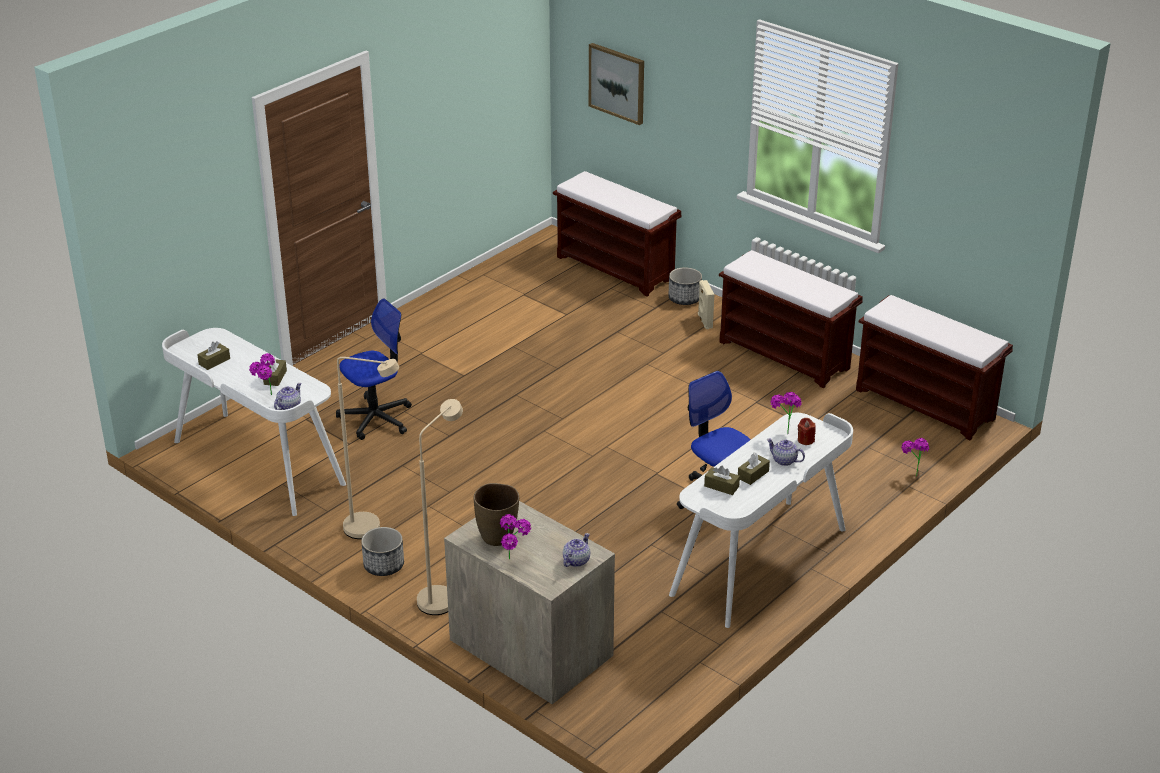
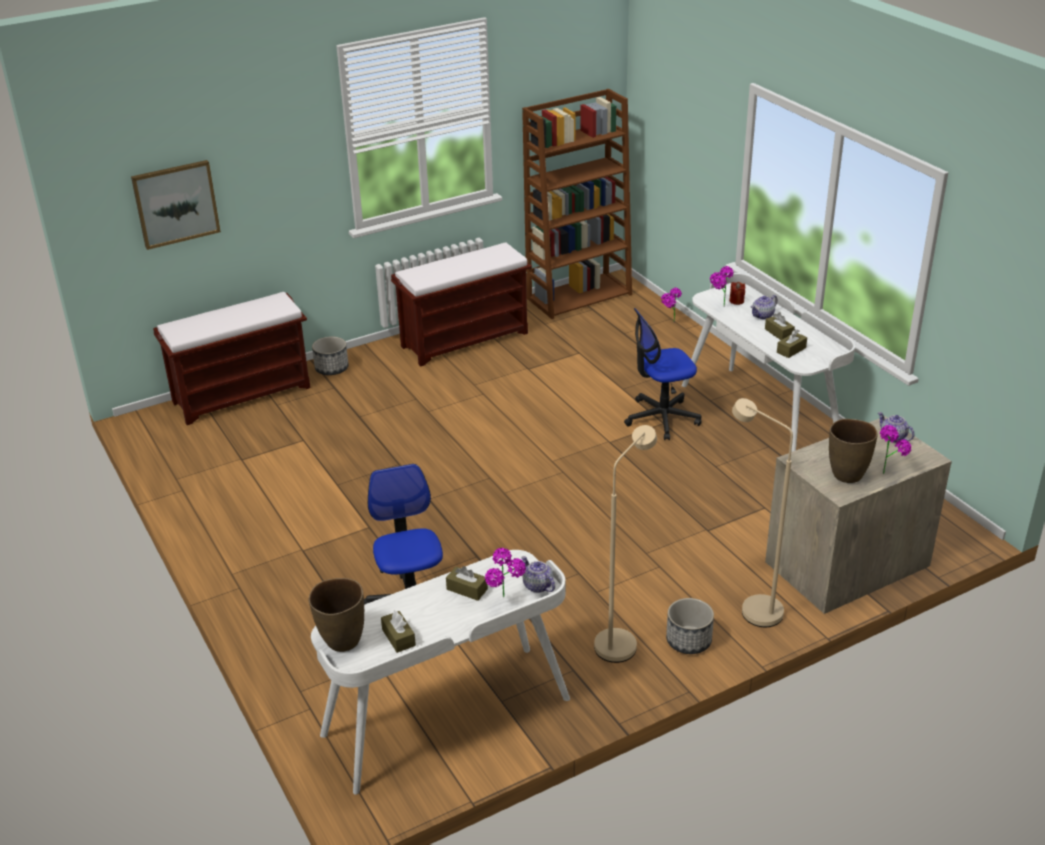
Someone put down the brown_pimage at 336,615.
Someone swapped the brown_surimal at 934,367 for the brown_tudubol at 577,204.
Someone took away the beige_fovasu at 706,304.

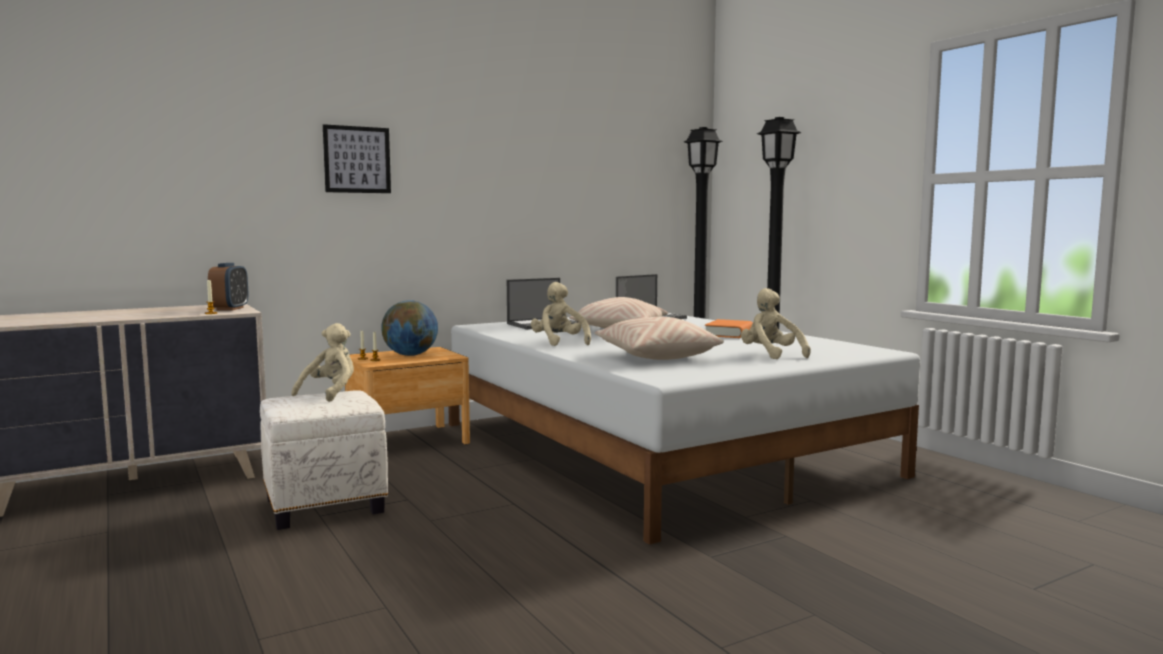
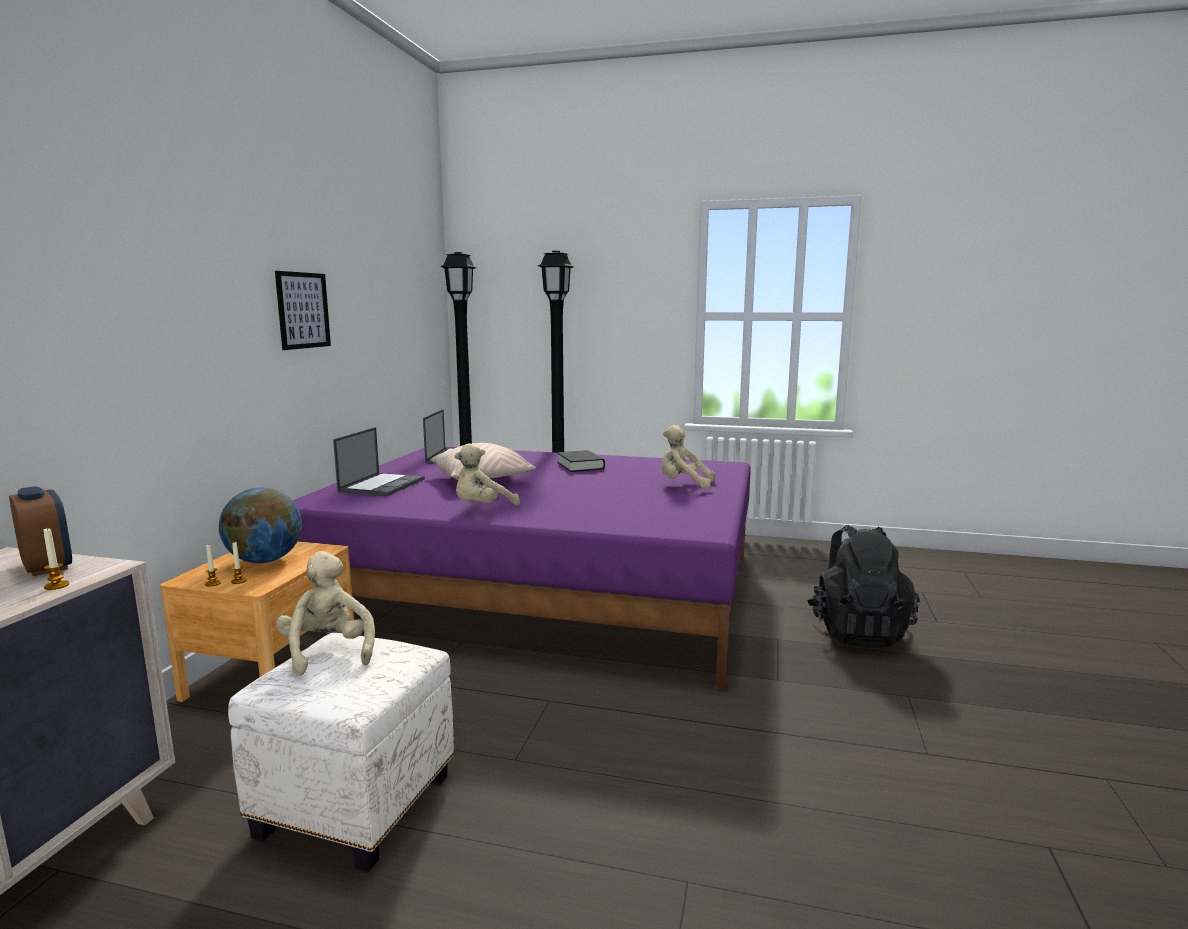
Someone carried the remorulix from 357,158 to 303,310.
Someone repainted the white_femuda at 684,429, which became the purple_femuda at 522,568.
Someone rotated the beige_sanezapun at 561,314 by 60 degrees counterclockwise.
Someone repainted the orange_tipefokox at 729,328, which became the black_tipefokox at 581,461.
Someone put down the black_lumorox at 863,586.
Someone took away the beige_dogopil at 659,338.

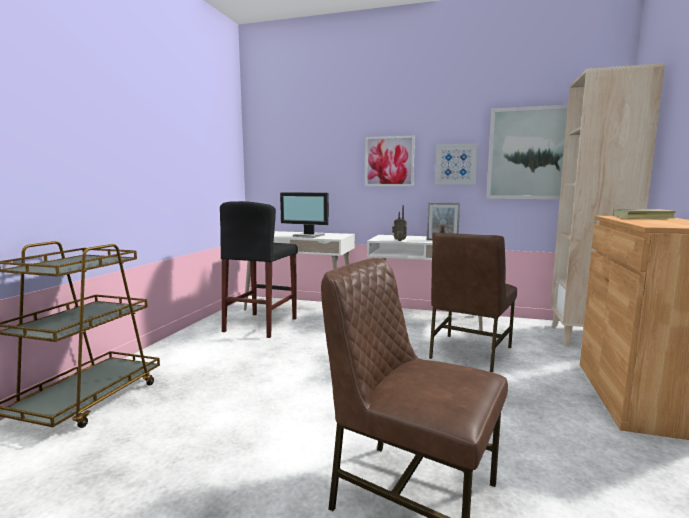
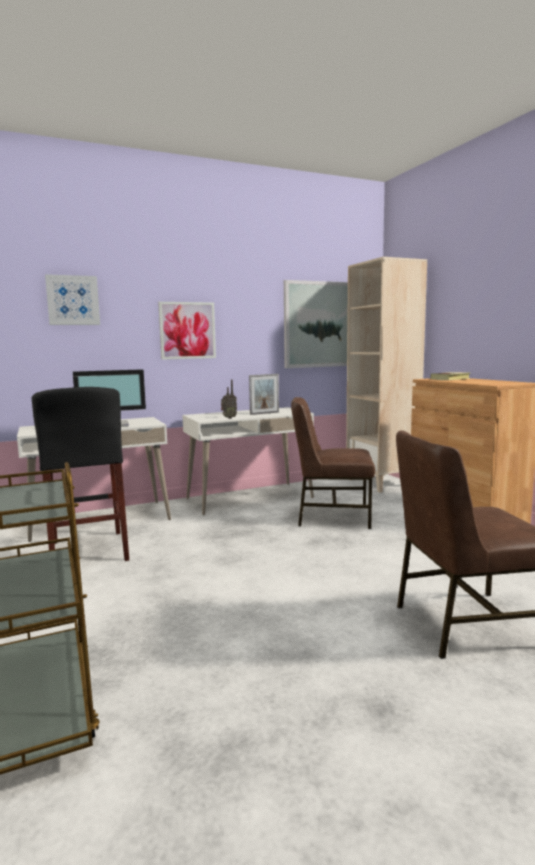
Someone carried the remorulix from 456,164 to 72,299.
Someone rotated the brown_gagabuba at 473,302 by 105 degrees clockwise.

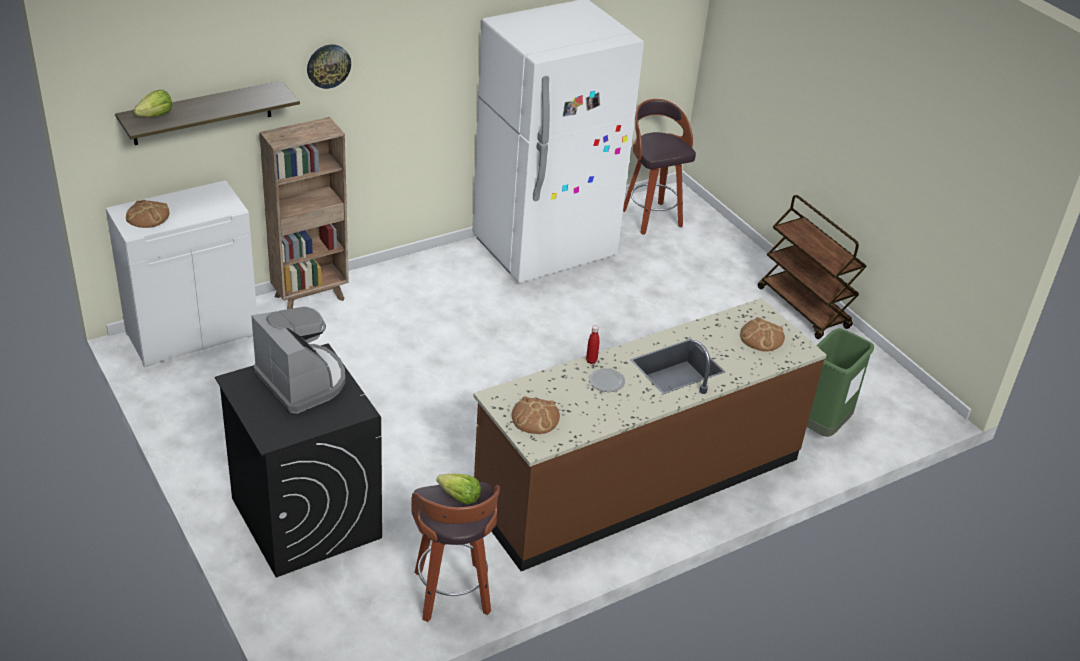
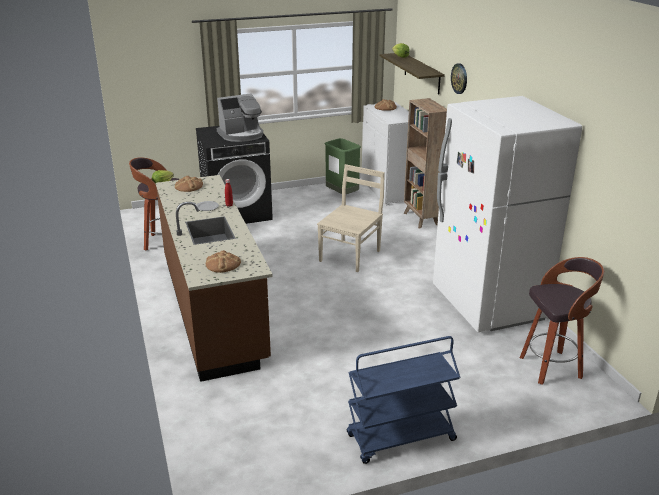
Someone put down the beige_gagabuba at 351,218.
Someone carried the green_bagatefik from 840,382 to 343,166.
Someone repainted the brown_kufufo at 812,267, which became the blue_kufufo at 403,400.

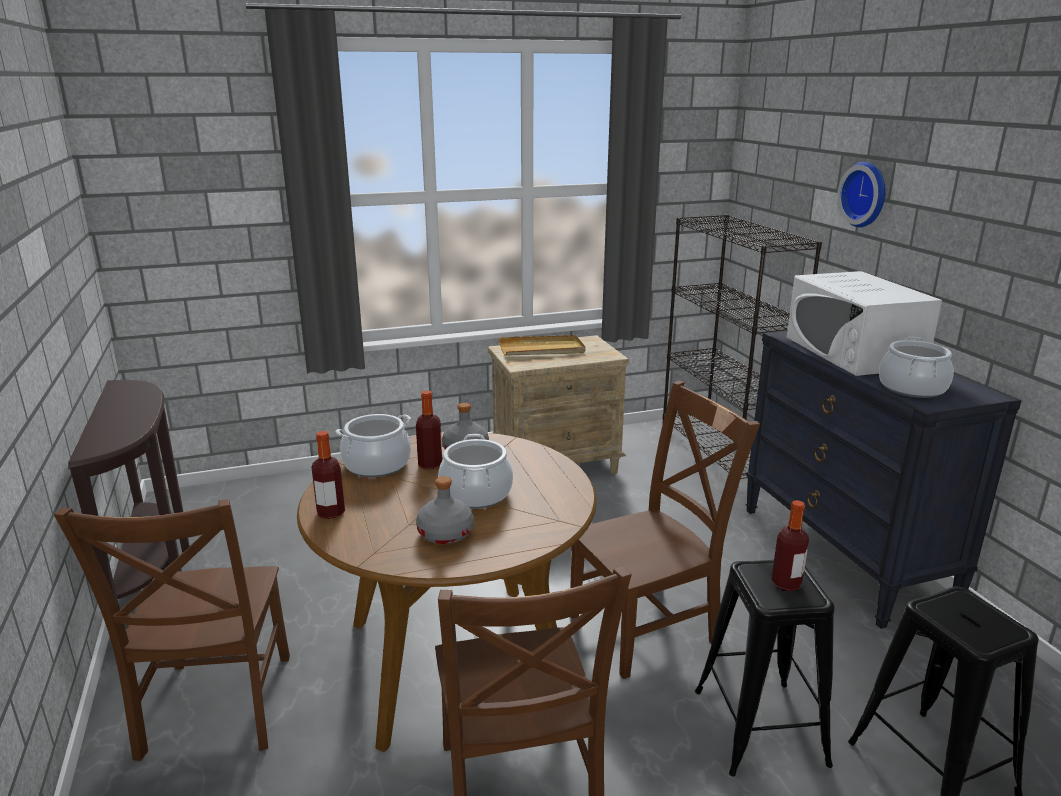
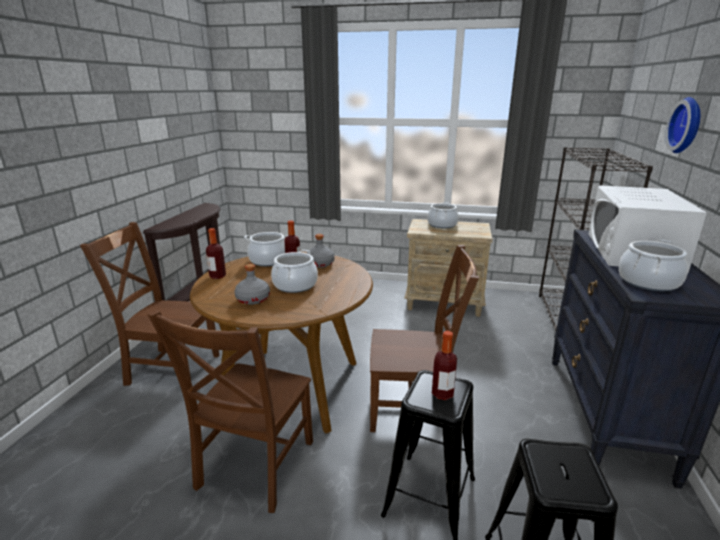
Someone rotated the brown_gagabuba at 171,630 by 75 degrees clockwise.
Someone swapped the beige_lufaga at 542,345 for the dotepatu at 443,215.

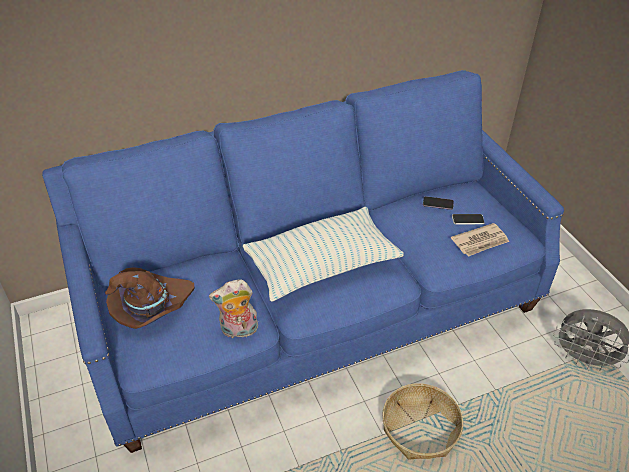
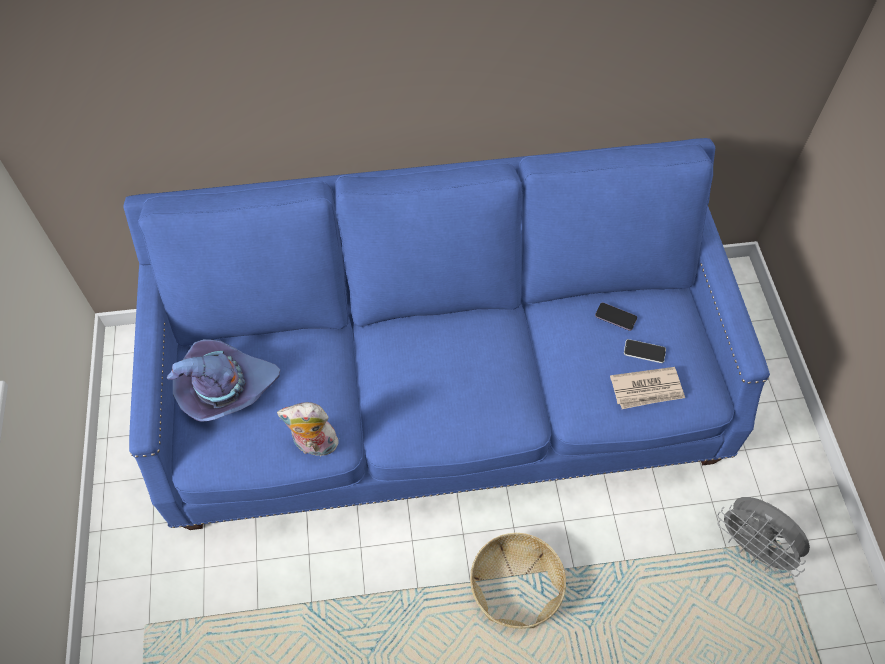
Someone repainted the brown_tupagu at 149,298, which became the purple_tupagu at 223,380.
Someone took away the dogopil at 323,254.

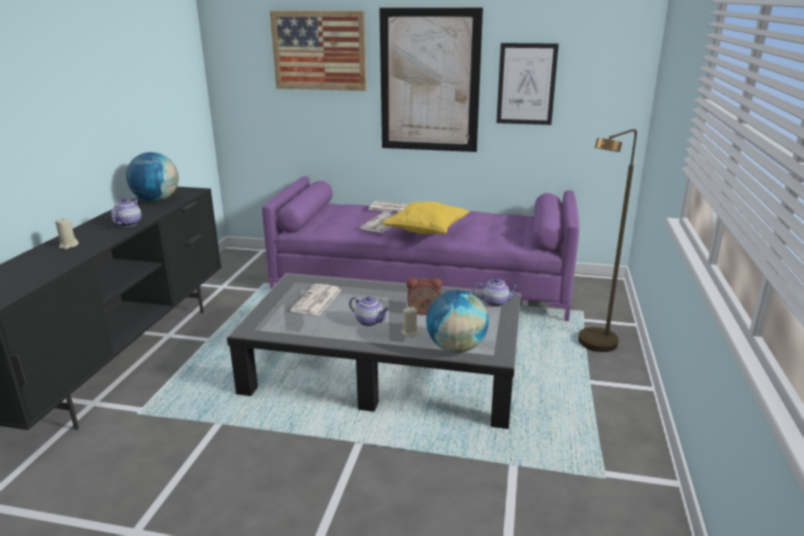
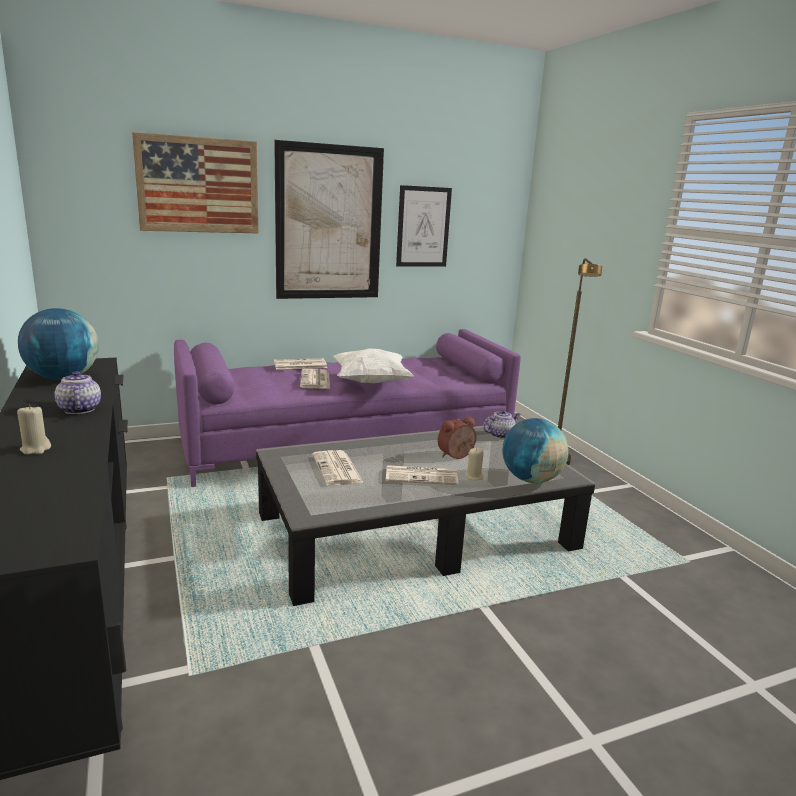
Someone repainted the yellow_dogopil at 425,217, which became the white_dogopil at 373,365.
Someone swapped the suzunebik at 369,311 for the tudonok at 422,475.

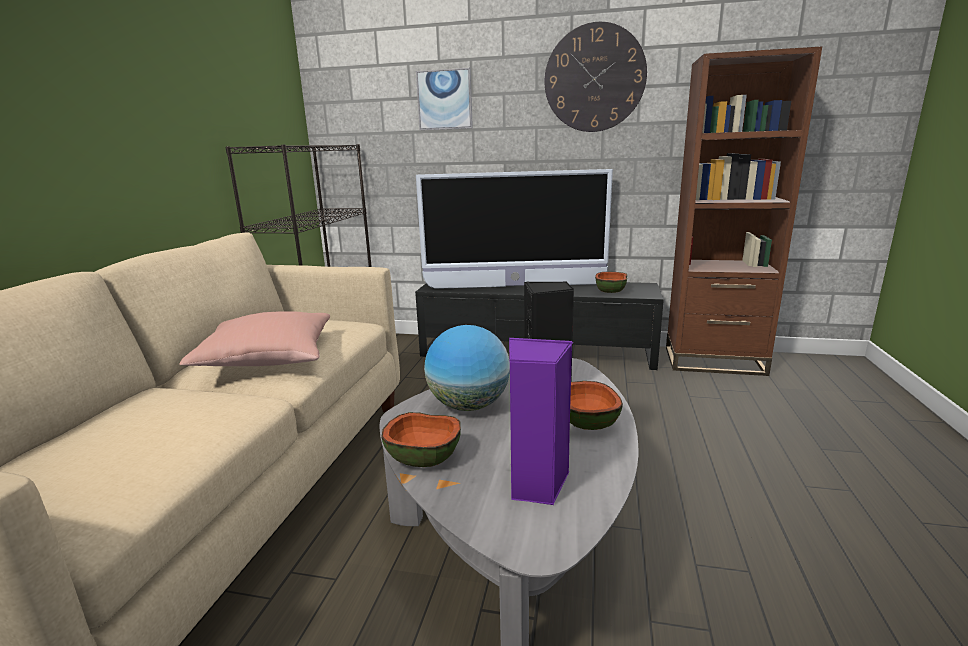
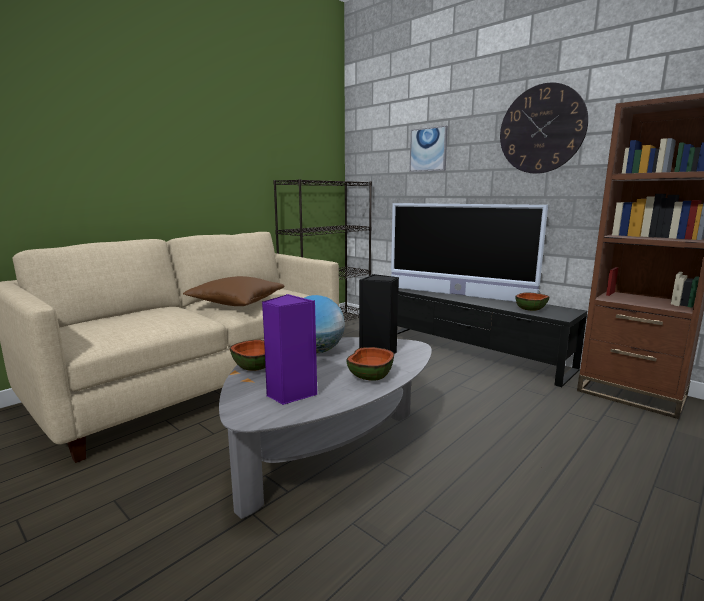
Someone repainted the pink_dogopil at 254,338, which became the brown_dogopil at 234,291.

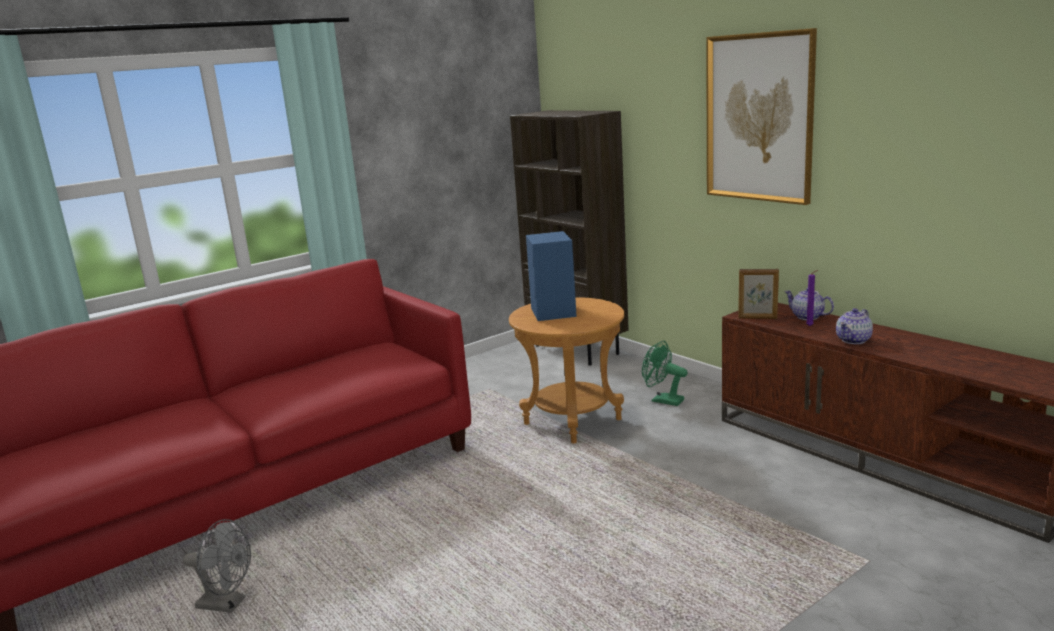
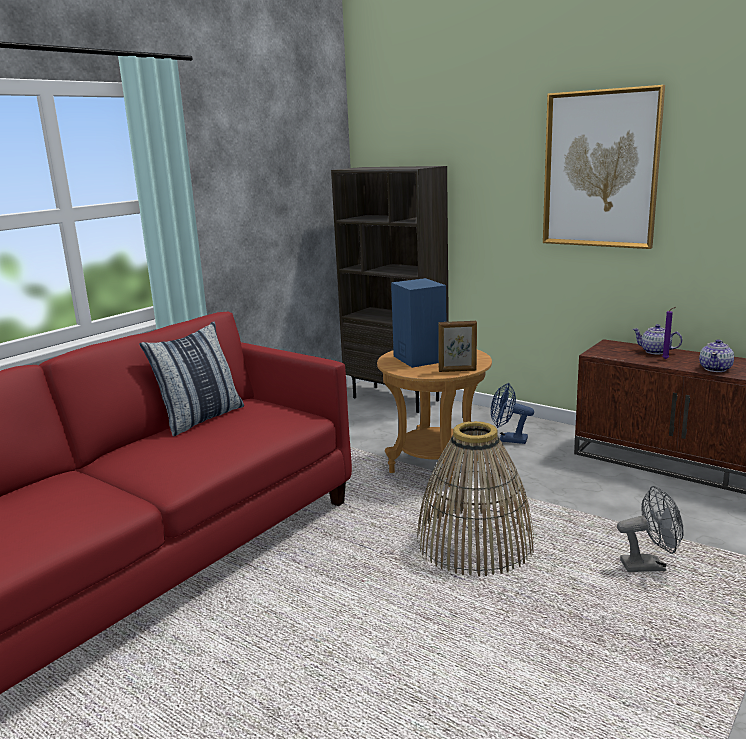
Someone put down the dogopil at 191,379.
Someone put down the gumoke at 475,498.
Someone carried the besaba from 758,294 to 457,346.
Someone repainted the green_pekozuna at 665,373, which became the blue_pekozuna at 512,413.
Someone carried the grey_pekozuna from 217,566 to 650,529.

